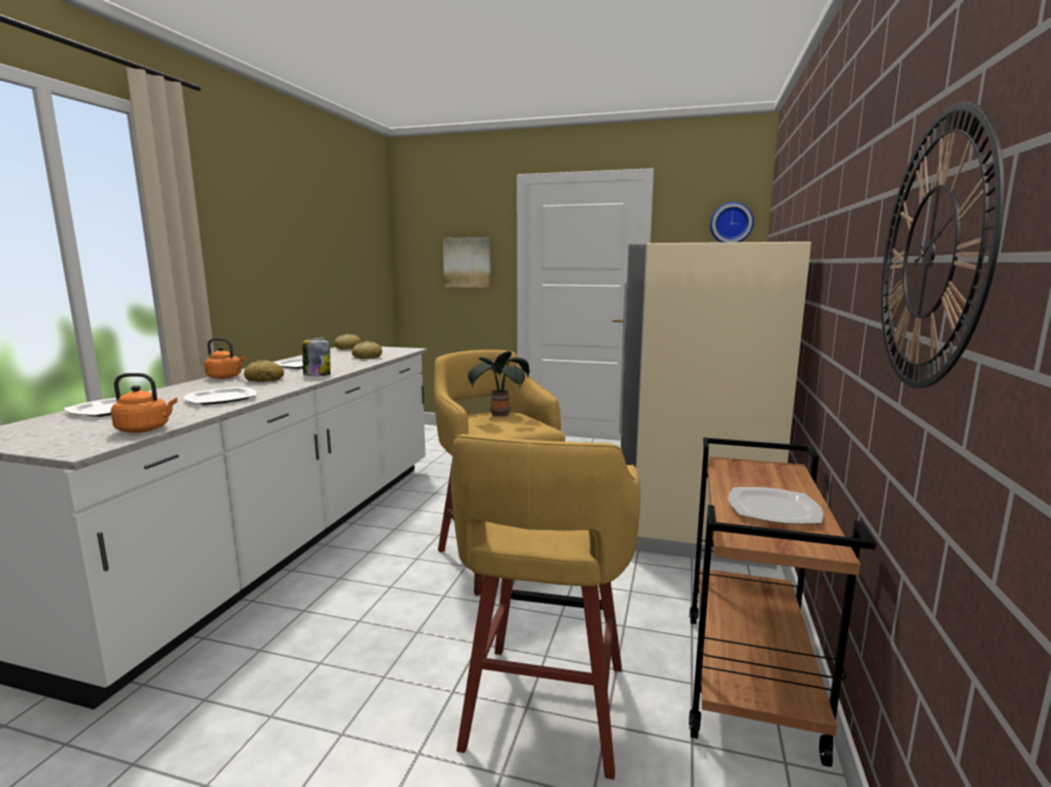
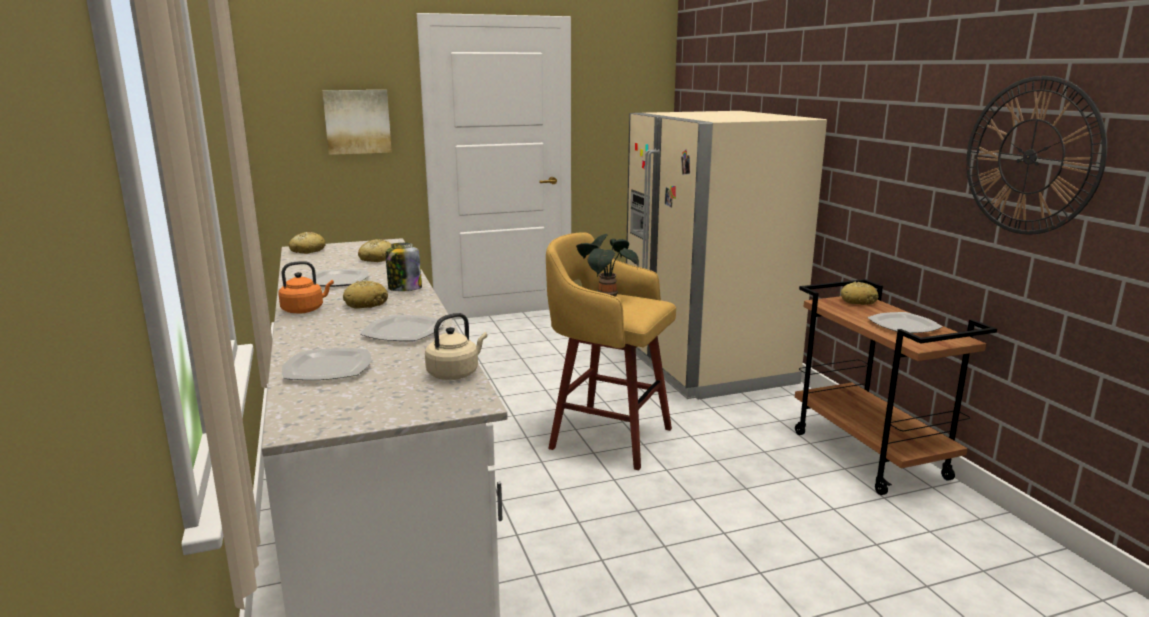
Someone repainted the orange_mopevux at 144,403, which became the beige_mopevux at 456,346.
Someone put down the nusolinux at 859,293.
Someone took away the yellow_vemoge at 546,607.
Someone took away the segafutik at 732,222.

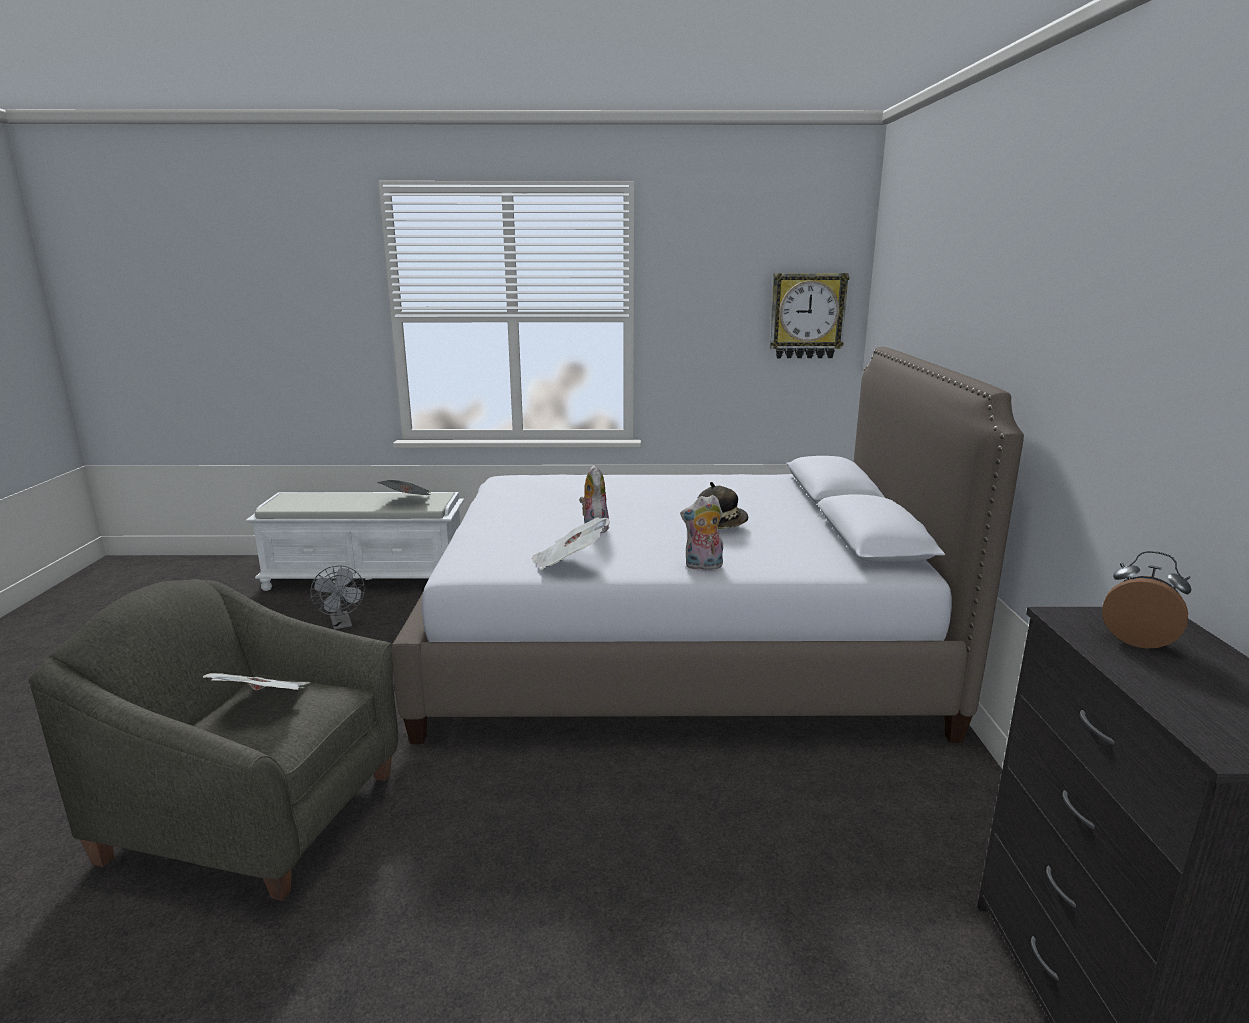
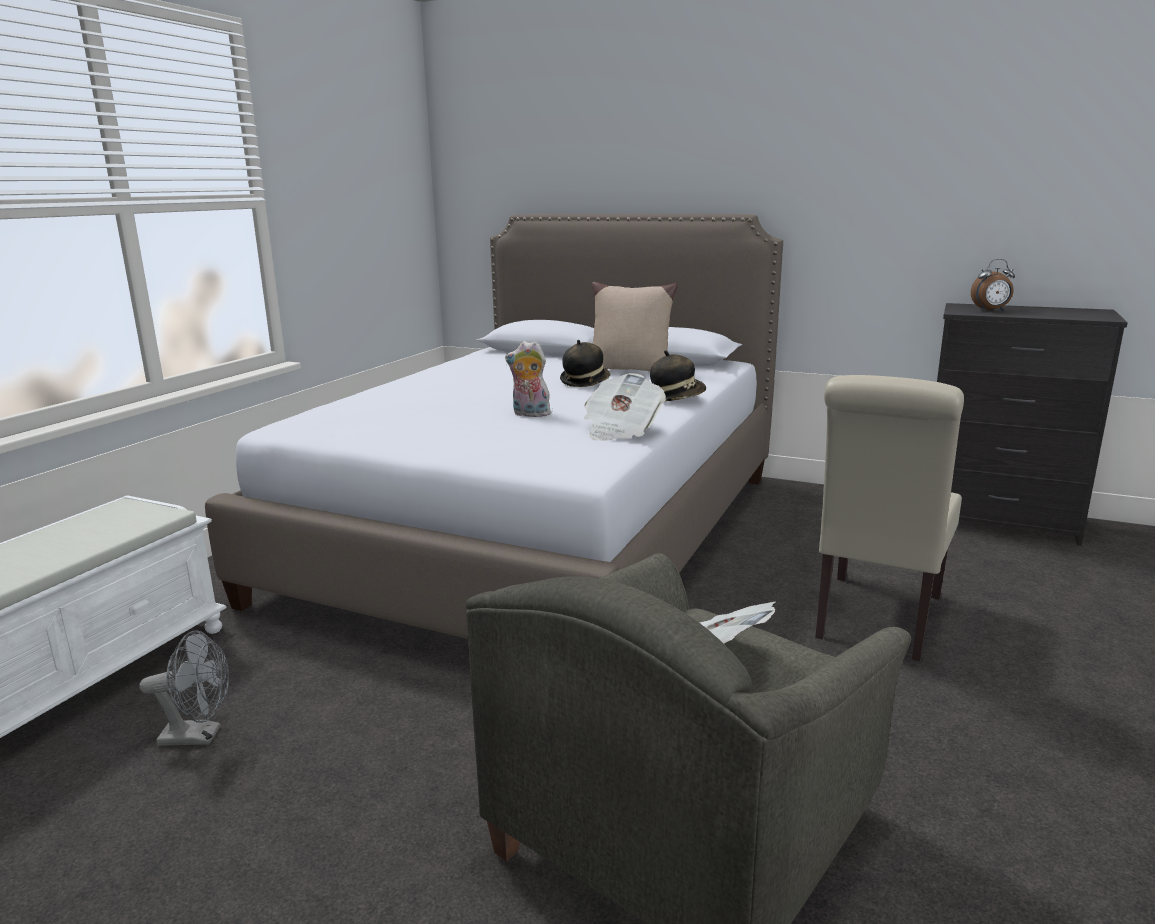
Someone put down the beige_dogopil at 634,327.
Someone swapped the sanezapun at 701,532 for the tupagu at 678,375.
Someone put down the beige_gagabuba at 889,518.
Someone rotated the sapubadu at 1147,600 by 150 degrees counterclockwise.
Someone took away the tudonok at 404,487.
Someone took away the segafutik at 809,315.

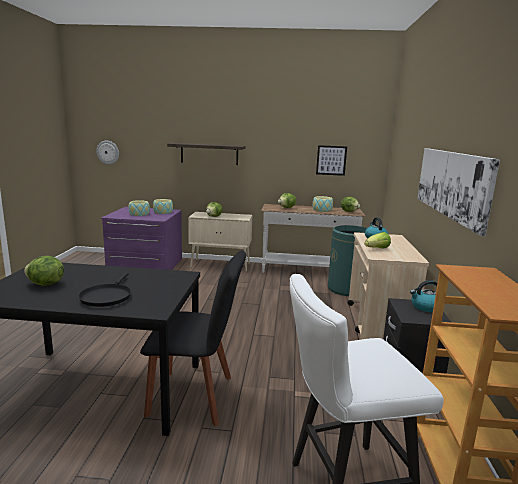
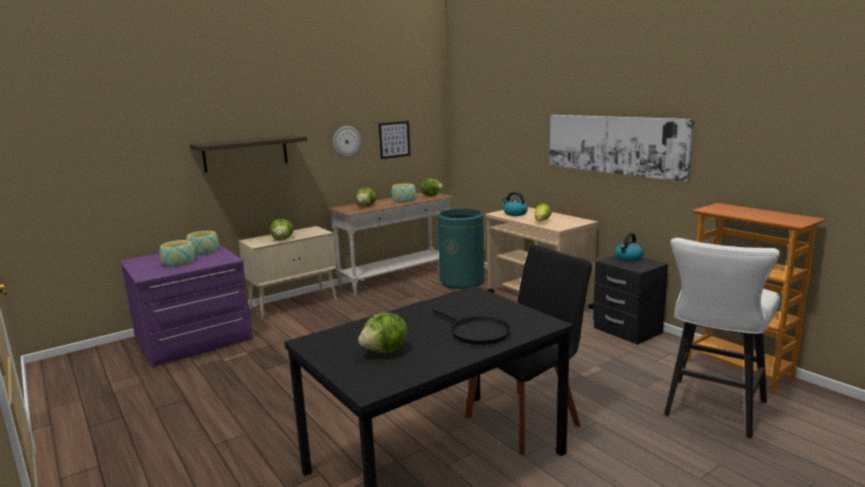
Someone carried the segafutik from 107,152 to 347,142.

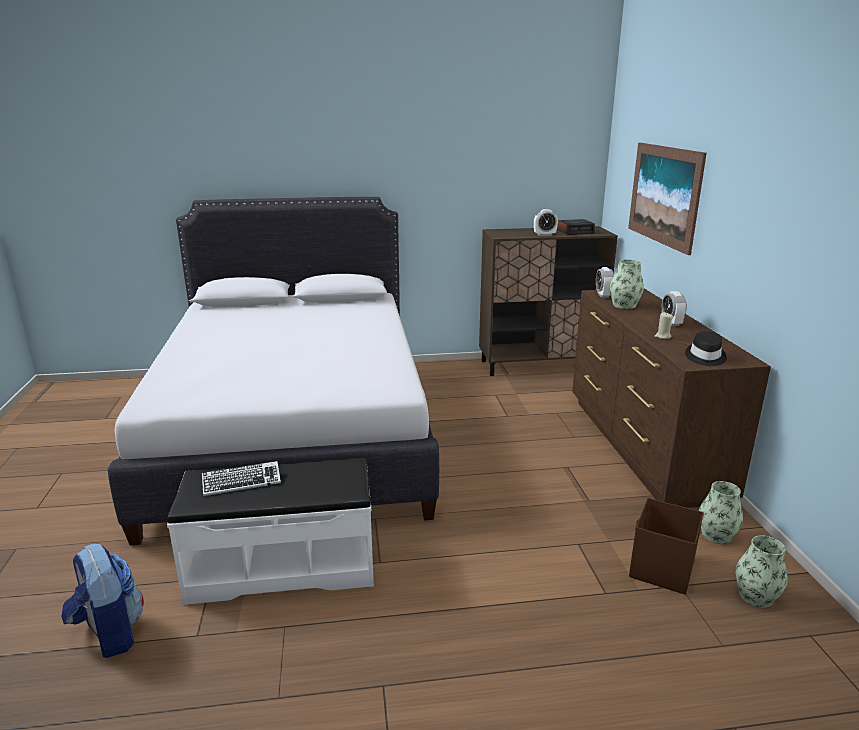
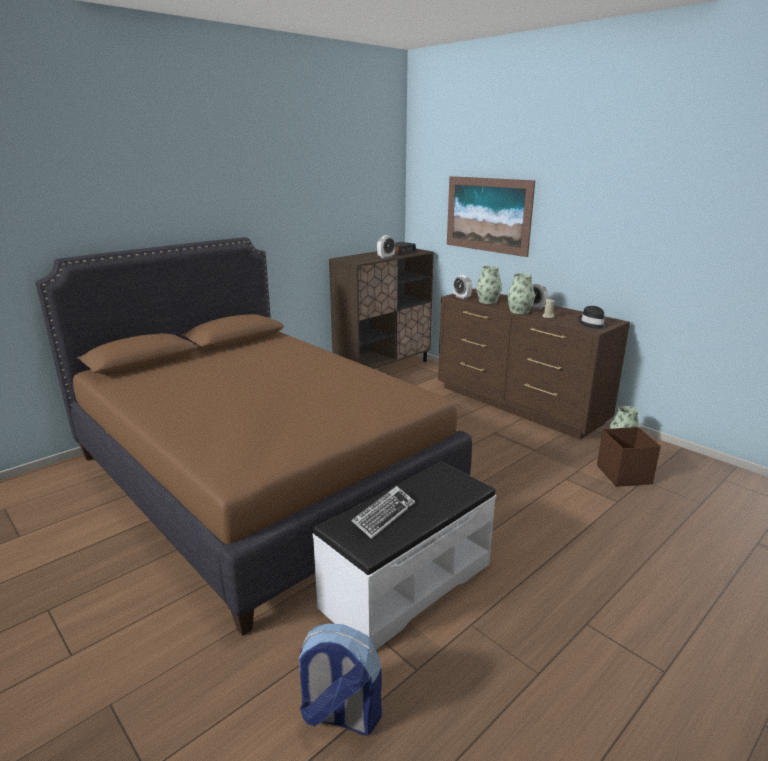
Someone repainted the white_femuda at 273,371, which became the brown_femuda at 253,436.
Someone carried the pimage from 761,571 to 521,293.

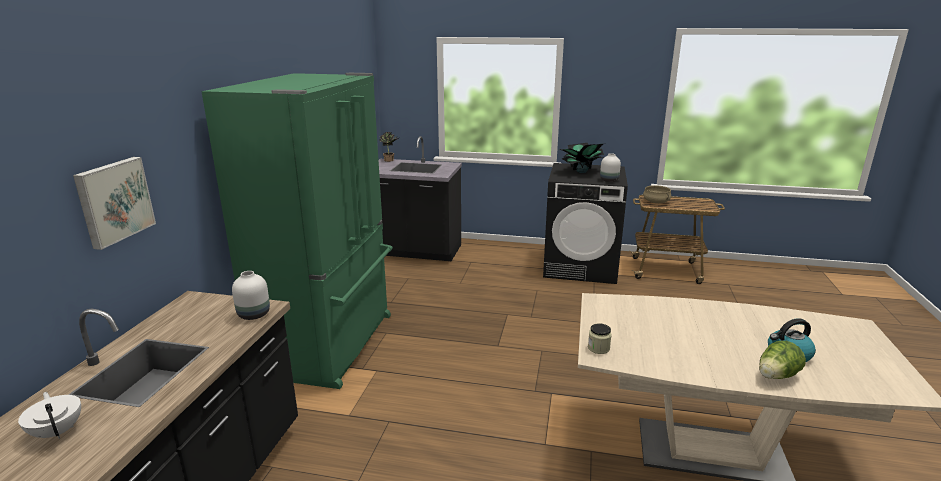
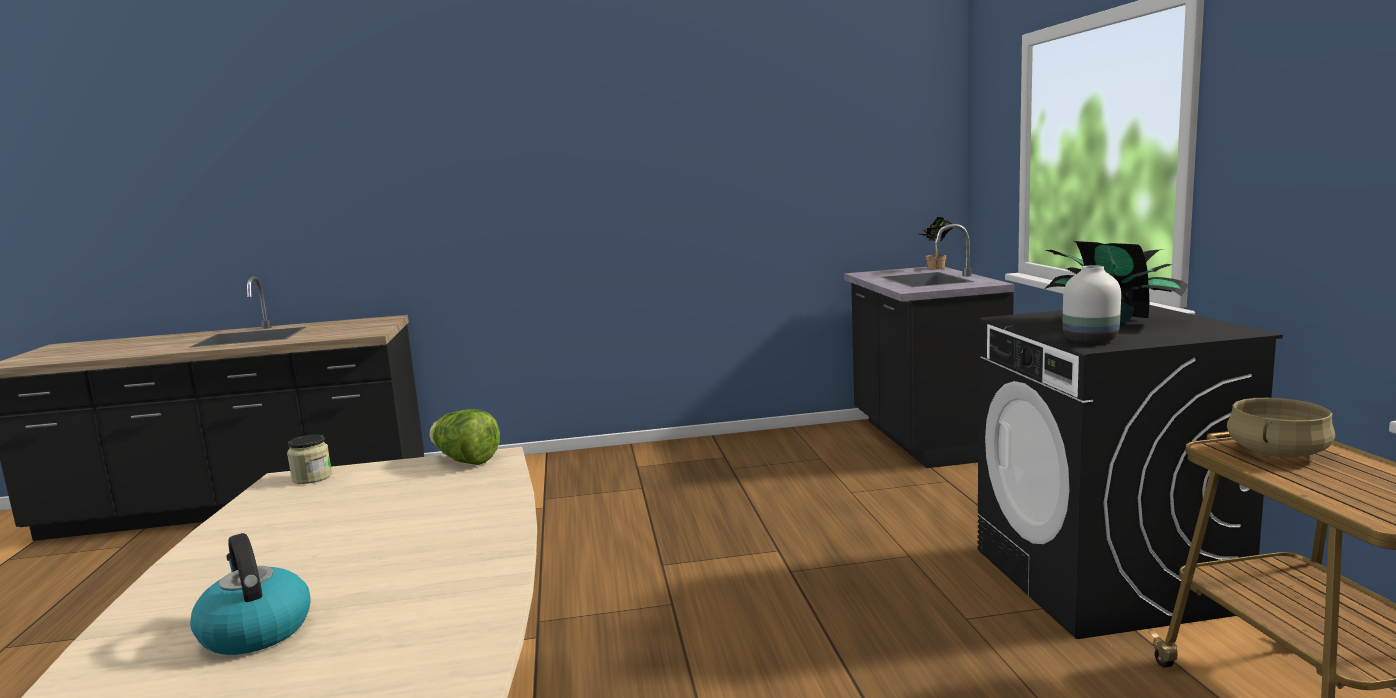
Someone carried the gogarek from 782,360 to 464,437.
Someone took away the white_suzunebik at 49,415.
Someone took away the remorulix at 114,203.
Someone took away the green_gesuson at 297,231.
Someone took away the white_pimage at 251,295.

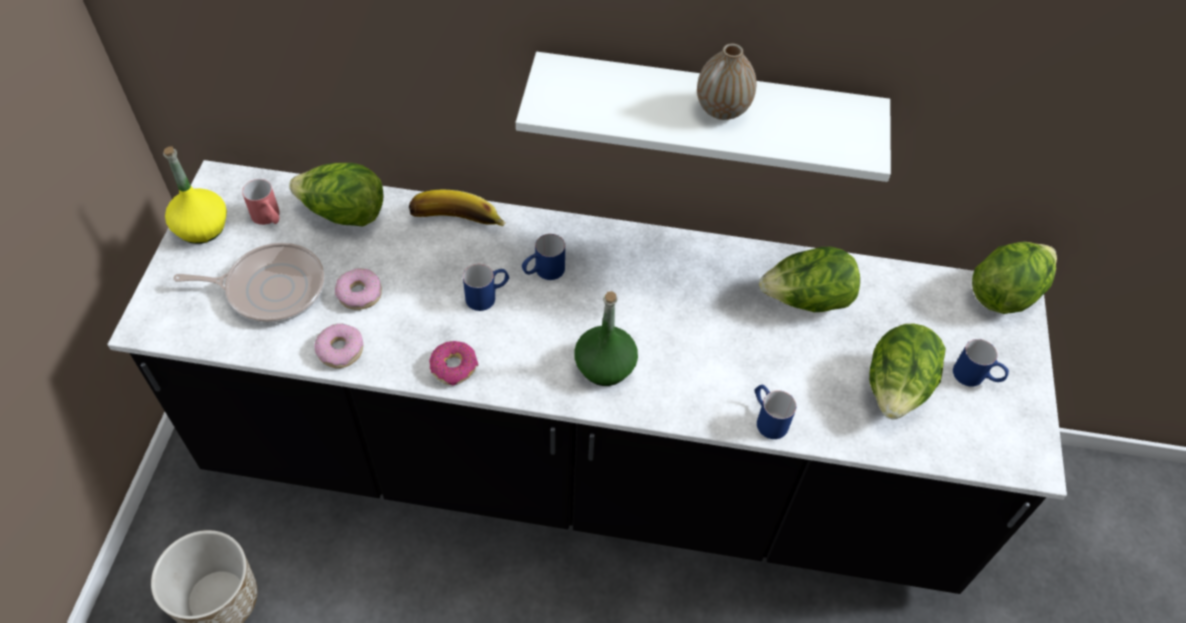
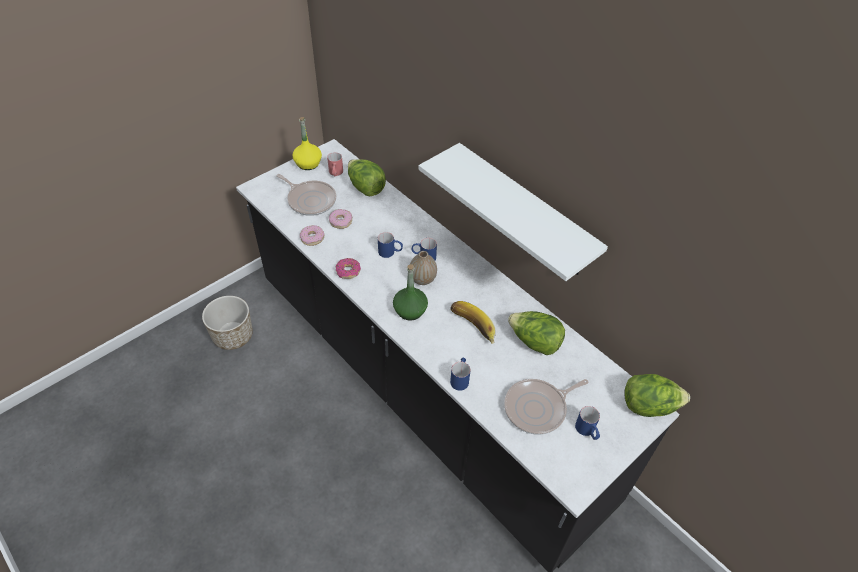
Someone carried the pimage from 727,82 to 423,268.
Someone carried the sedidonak from 457,207 to 473,322.
Someone swapped the gogarek at 907,371 for the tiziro at 546,407.

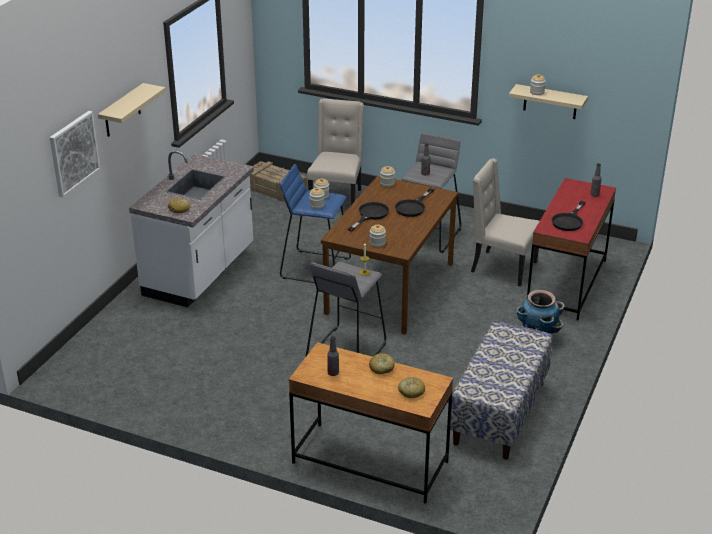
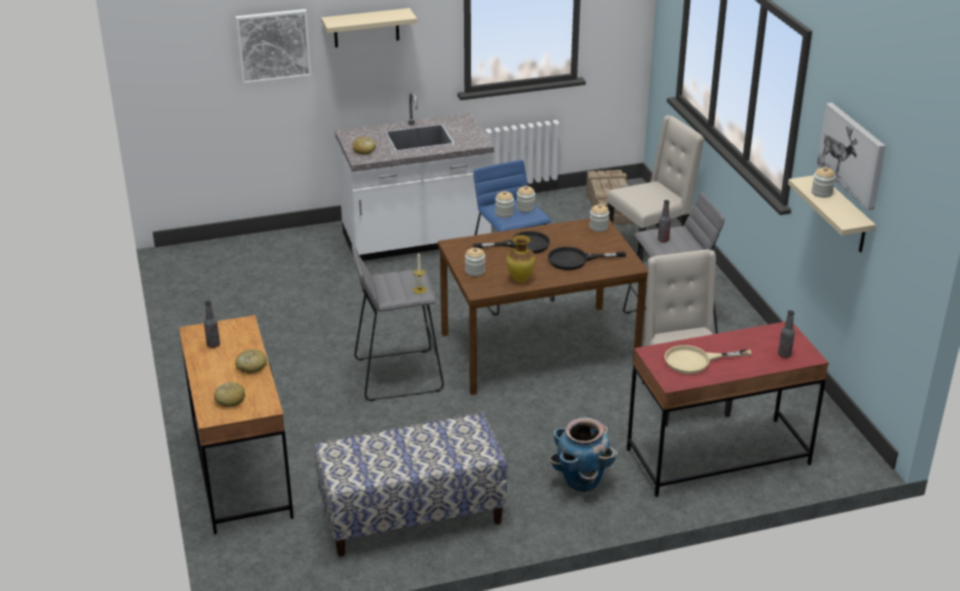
Someone put down the pimage at 520,259.
Someone repainted the black_tiziro at 568,216, which became the beige_tiziro at 708,359.
Someone put up the remorulix at 851,156.

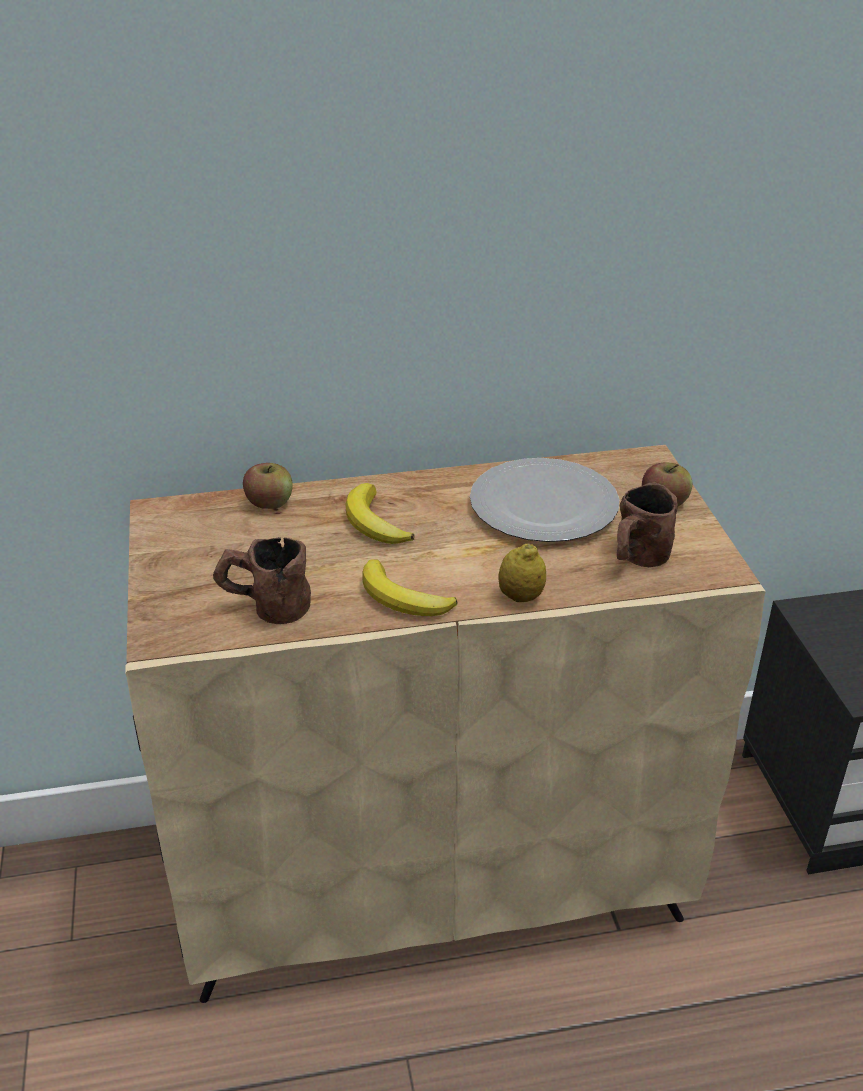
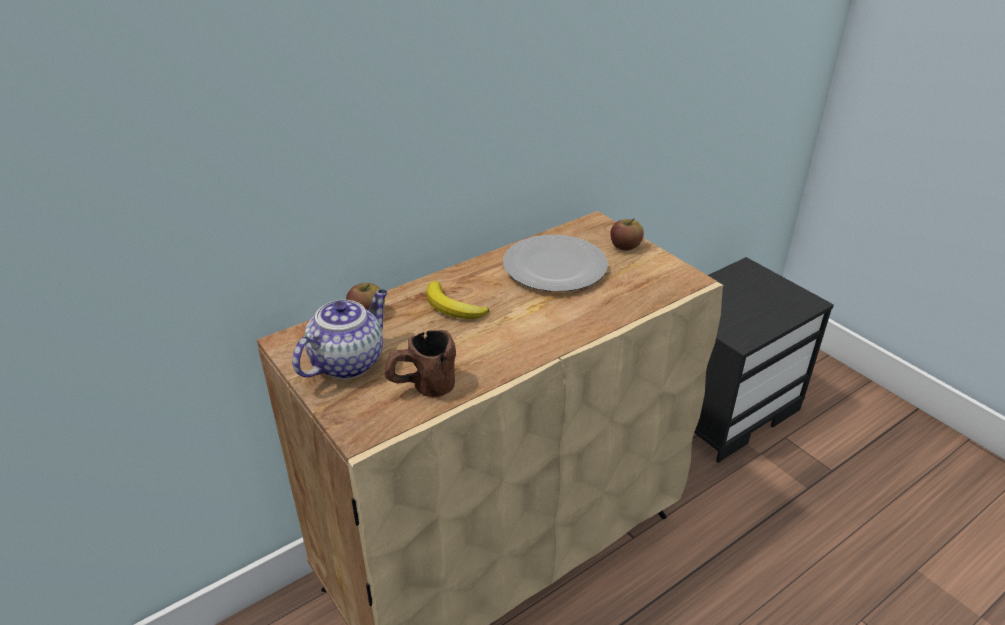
Someone put down the suzunebik at 340,334.
Someone took away the sedidonak at 409,587.
Someone took away the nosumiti at 522,572.
Someone took away the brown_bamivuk at 647,524.

